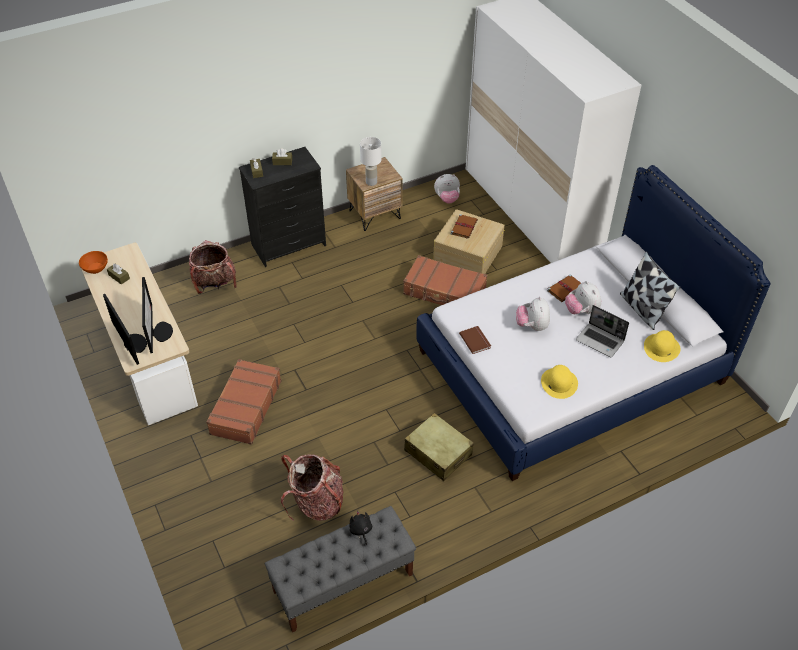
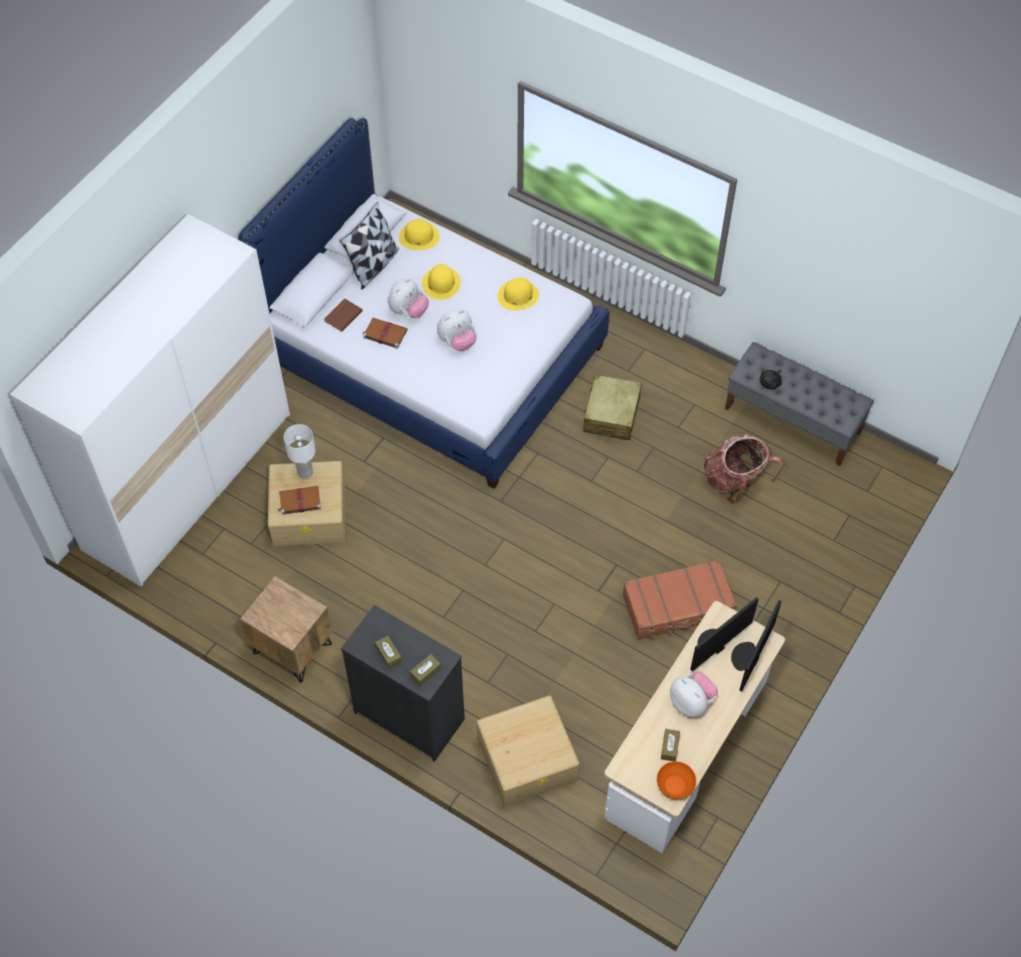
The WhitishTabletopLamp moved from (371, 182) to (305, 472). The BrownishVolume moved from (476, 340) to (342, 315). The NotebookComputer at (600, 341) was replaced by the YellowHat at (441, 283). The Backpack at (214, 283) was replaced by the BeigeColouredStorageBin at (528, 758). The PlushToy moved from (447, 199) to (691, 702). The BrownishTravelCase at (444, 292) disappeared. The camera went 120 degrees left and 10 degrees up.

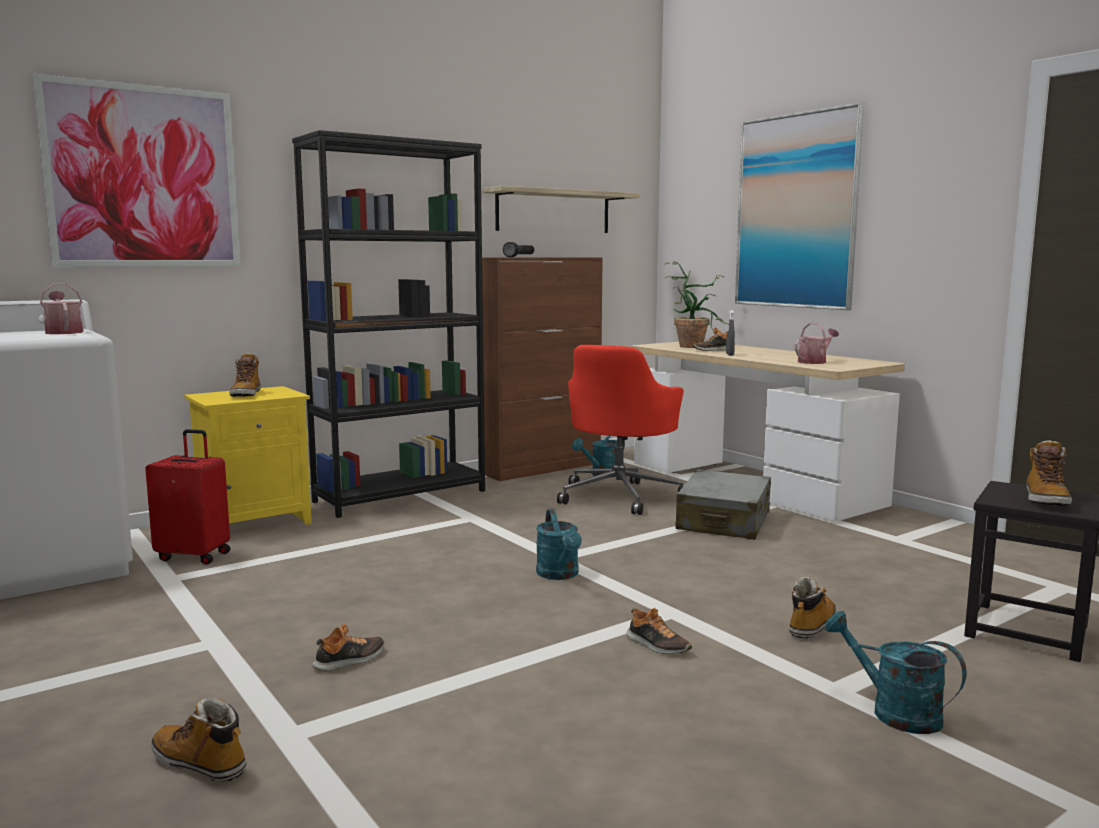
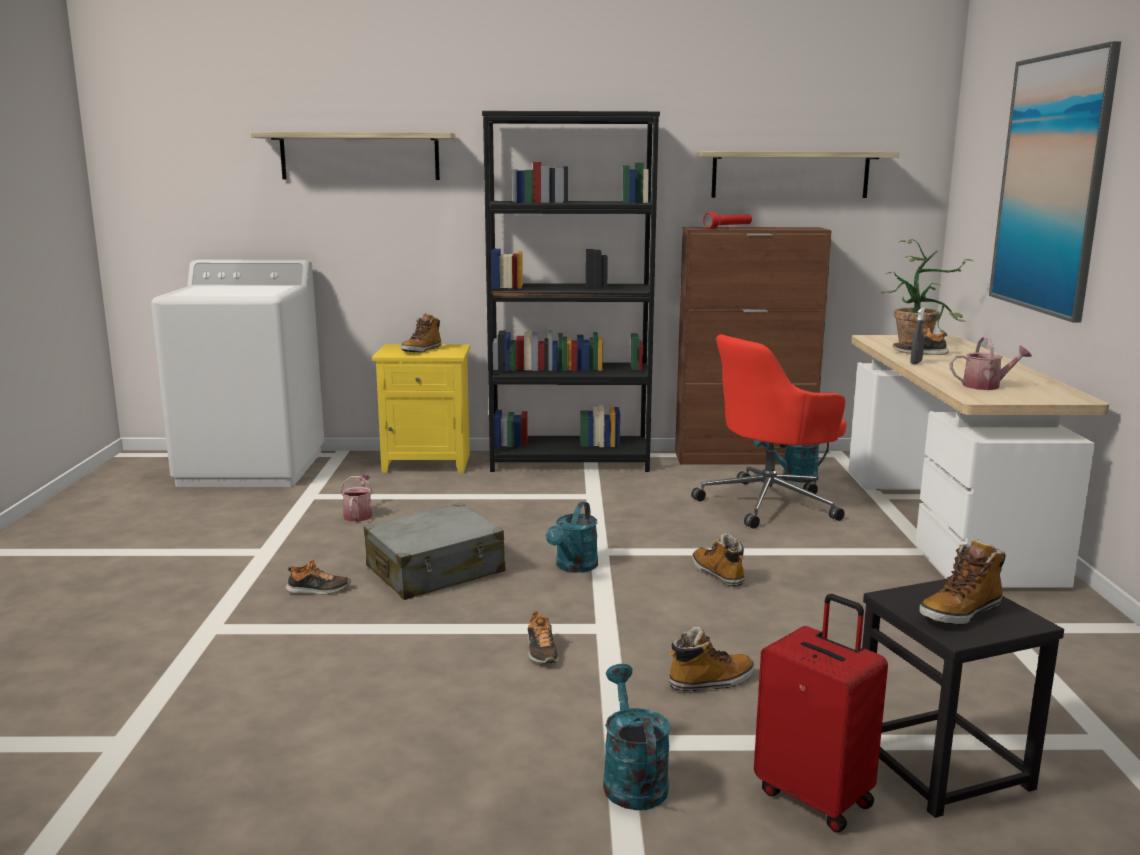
The WallArt at (143, 177) was replaced by the BracketShelf at (360, 156). The WateringCan moved from (63, 332) to (359, 514). The GreyTravelCase moved from (724, 521) to (436, 570). The HighTopBoot moved from (200, 764) to (718, 574). The BlackishTorch at (520, 257) became the ReddishTorch at (728, 228). The ReddishTravelCase moved from (195, 556) to (815, 796). The camera went 35 degrees right and 5 degrees up.

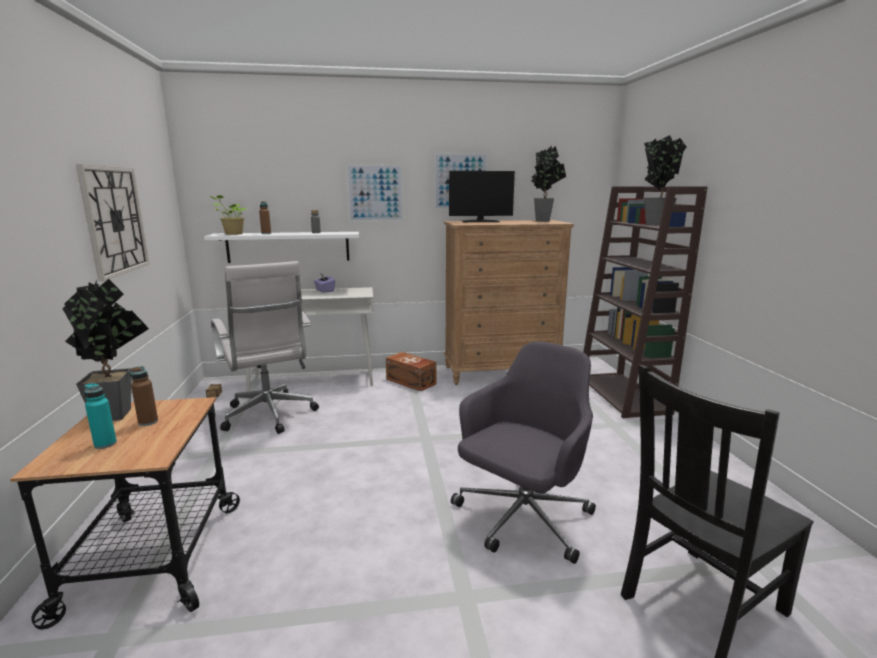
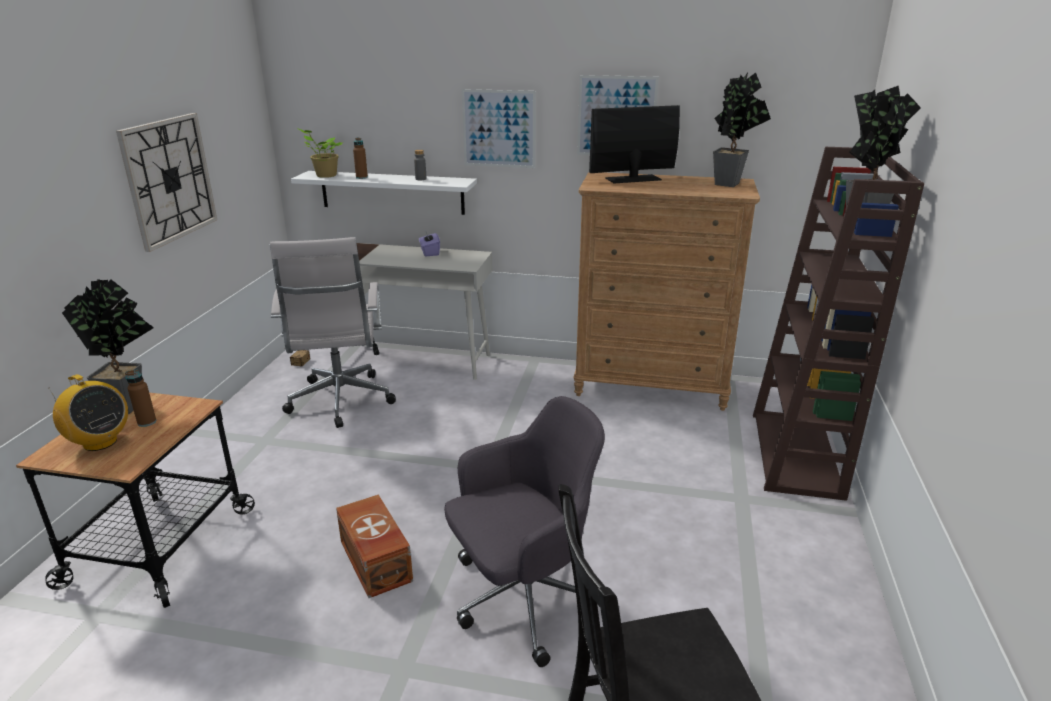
The TurquoiseColouredBeverageBottle at (105, 444) was replaced by the RadioReceiver at (99, 442). The BrownishStorageBin moved from (411, 382) to (375, 562). The ComputerDisplay at (480, 221) turned 150 degrees clockwise. The camera went 20 degrees right and 10 degrees up.

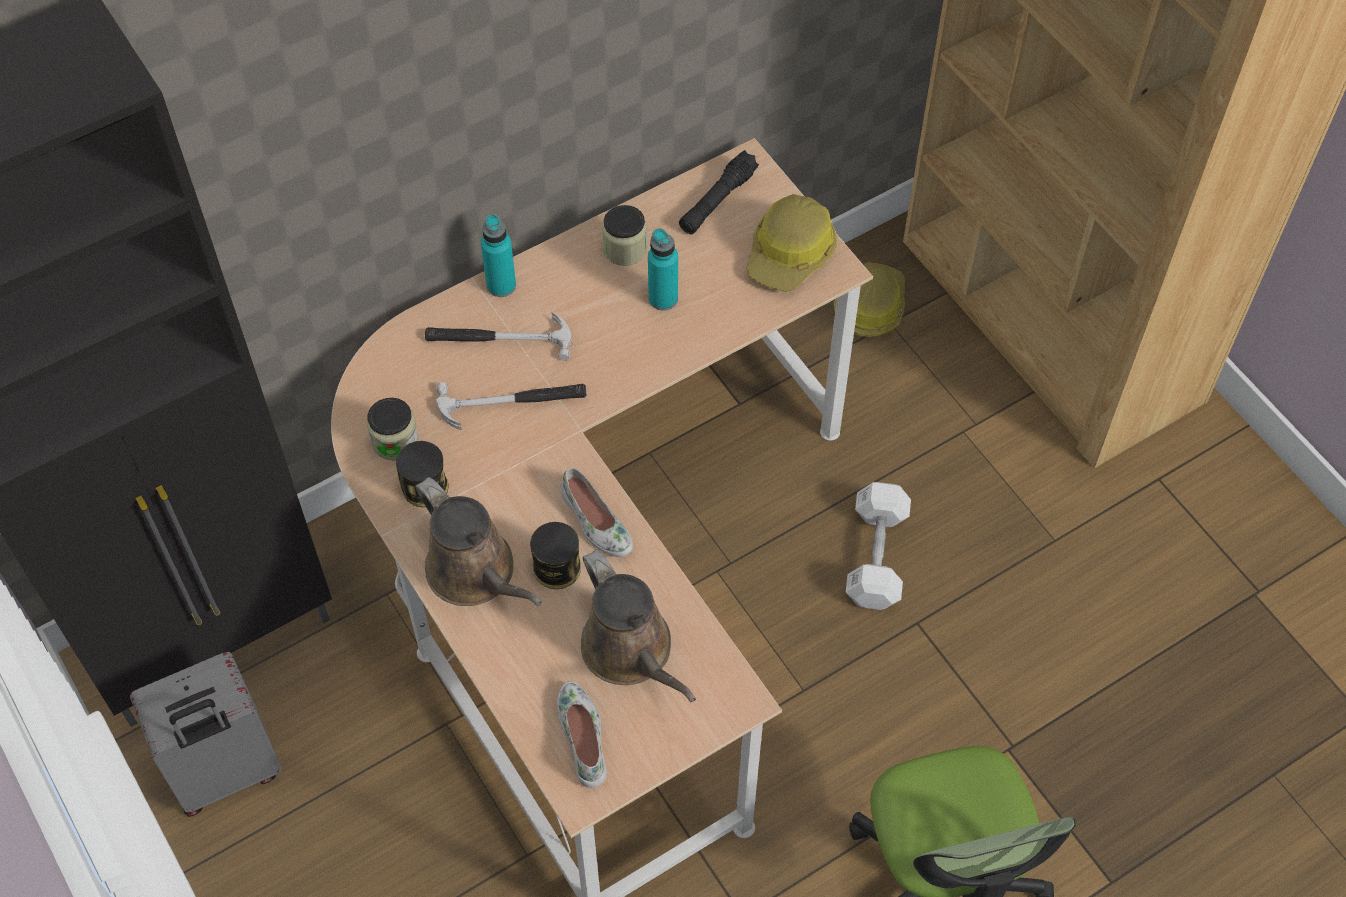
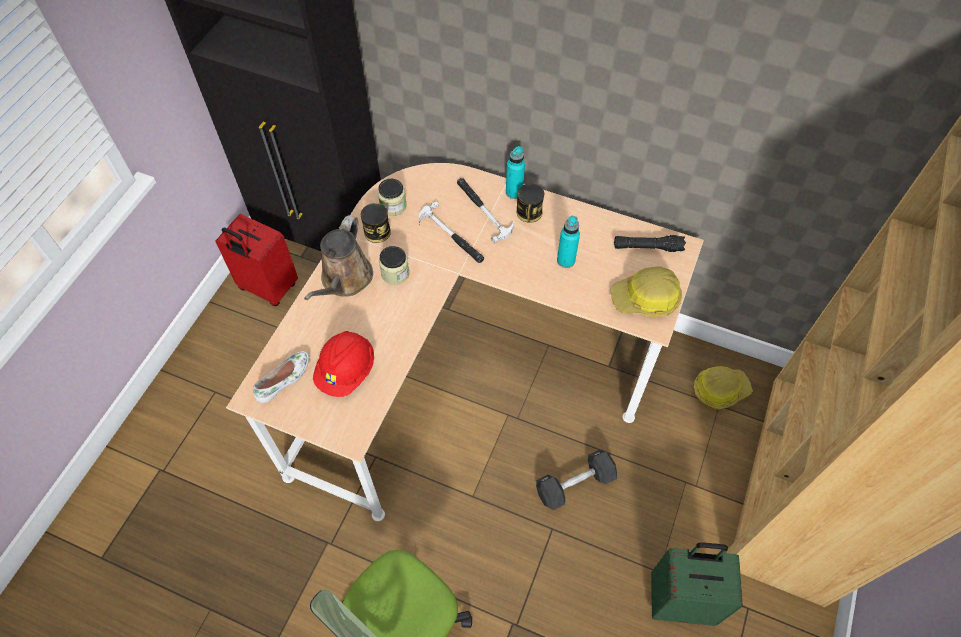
The GreyTravelCase at (226, 773) became the ReddishTravelCase at (267, 288). The BrownishWateringCan at (631, 652) was replaced by the ReddishHardHat at (346, 371). The PreserveJar moved from (625, 249) to (395, 273). The MetalCan moved from (557, 568) to (529, 212). The WhitishFreeWeight at (876, 556) became the BlackishFreeWeight at (575, 484). The GreenTravelCase at (681, 599) appeared. The WhitishLowShoe at (595, 522) disappeared. The camera went 55 degrees right and 0 degrees up.

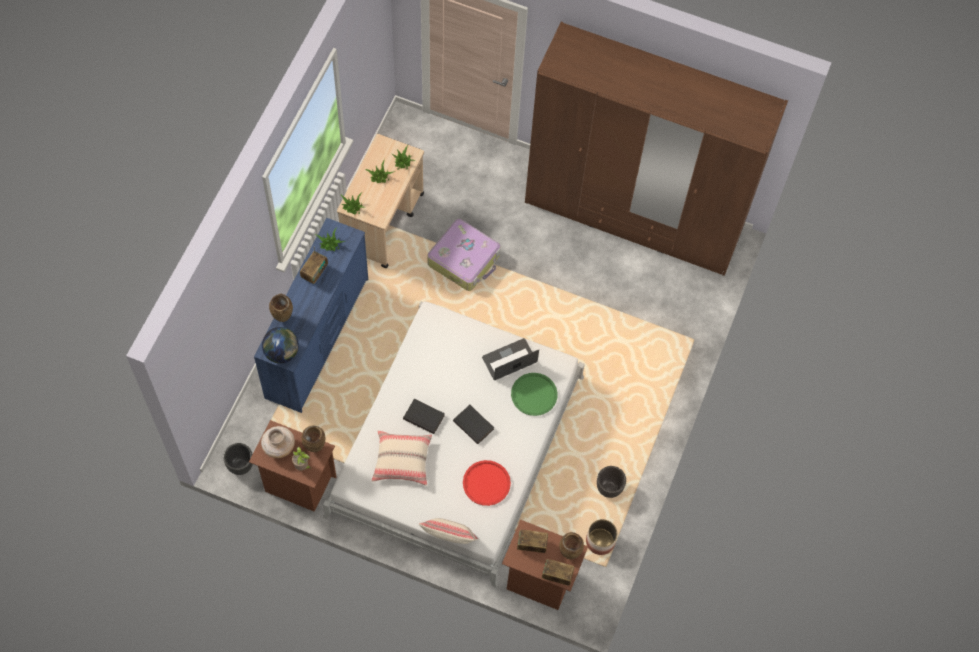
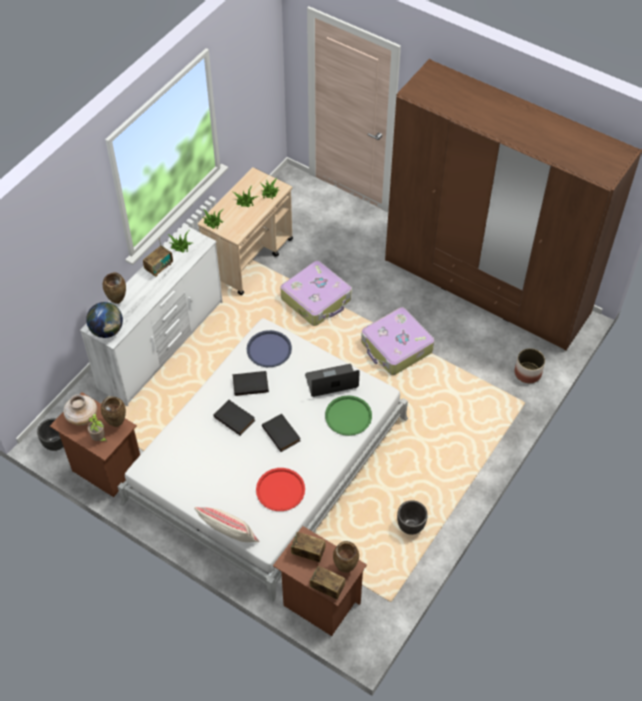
The BlueDresser at (318, 338) became the WhitishDresser at (162, 344). The BlackishVolume at (250, 384) appeared. The BlueServingTray at (269, 349) appeared. The TravelCase at (396, 347) appeared. The Planter moved from (600, 541) to (528, 373). The BeigeColouredThrowPillow at (402, 461) disappeared. The camera went 15 degrees right and 10 degrees down.

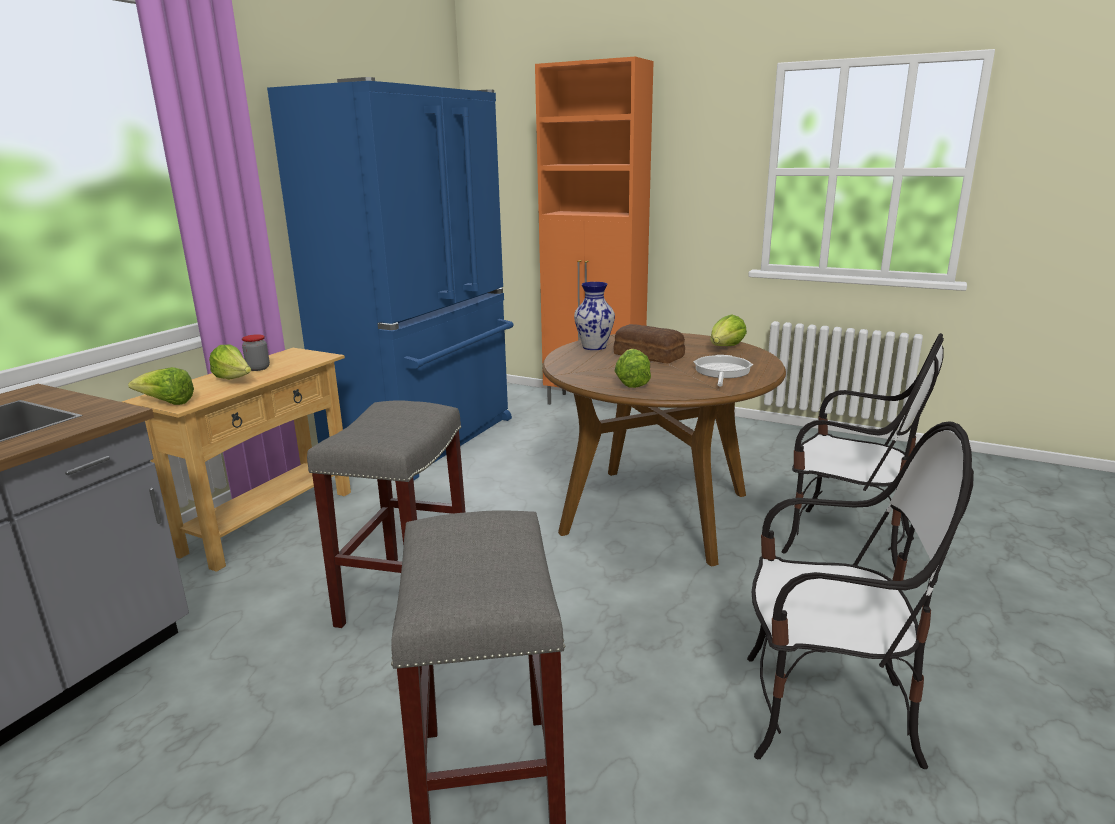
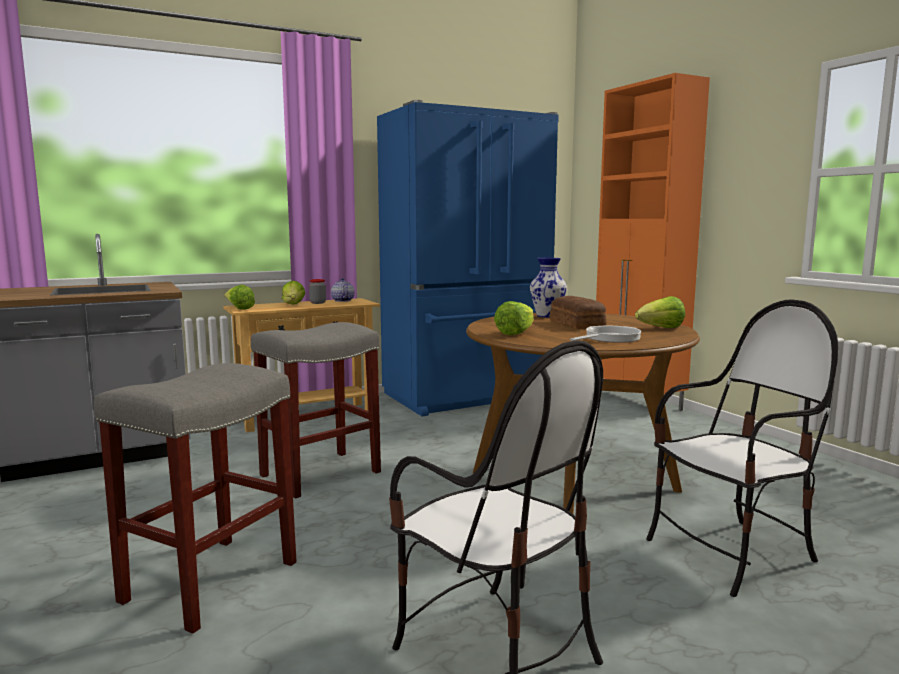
The TeaPot at (342, 301) appeared. The UprightChair at (845, 543) turned 90 degrees counterclockwise. The camera went 35 degrees right and 10 degrees down.

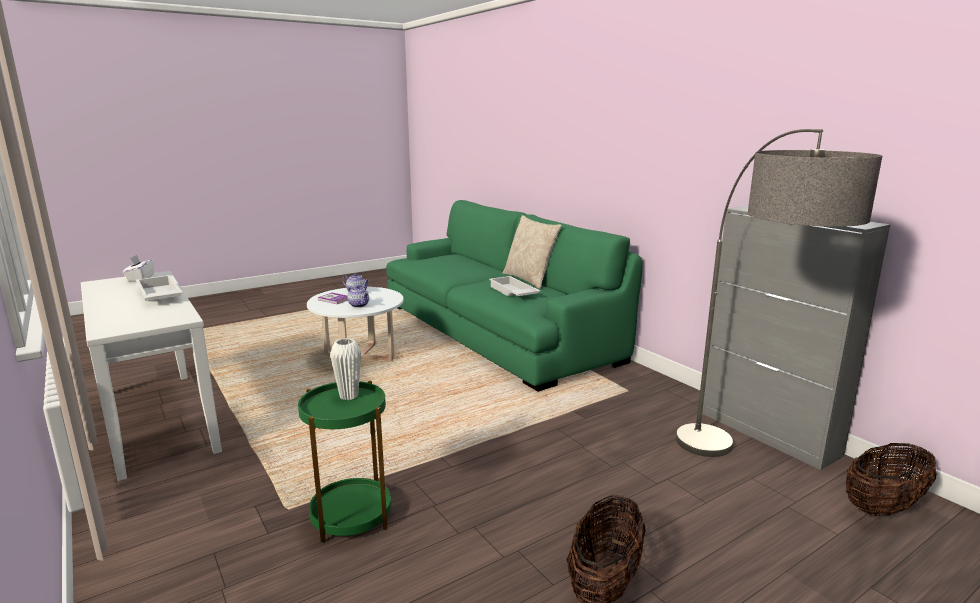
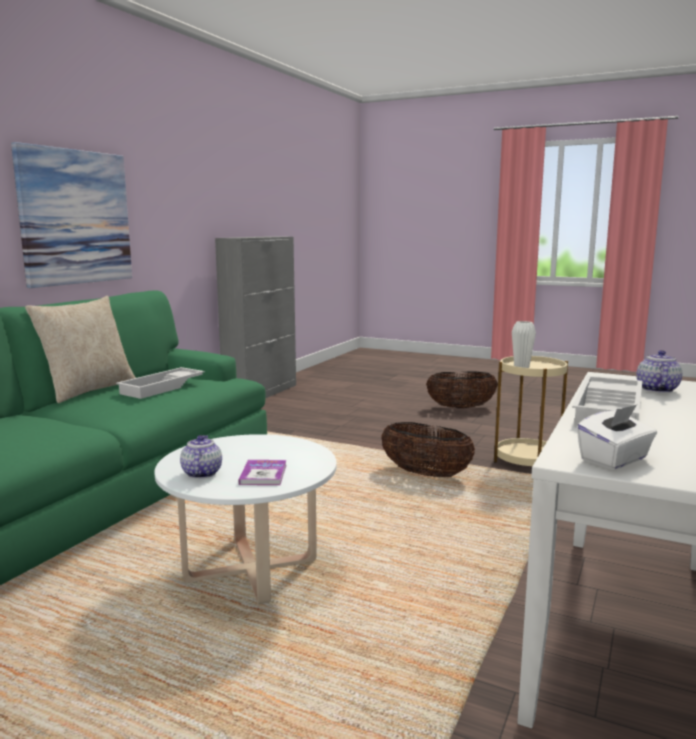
The WallArt at (75, 217) appeared. The StorageBasket moved from (883, 506) to (425, 474). The GreenSideTable at (351, 516) became the BeigeColouredSideTable at (527, 461). The TeaPot moved from (359, 305) to (656, 389). The FloorLamp at (740, 480) disappeared. The camera went 120 degrees left and 5 degrees down.

